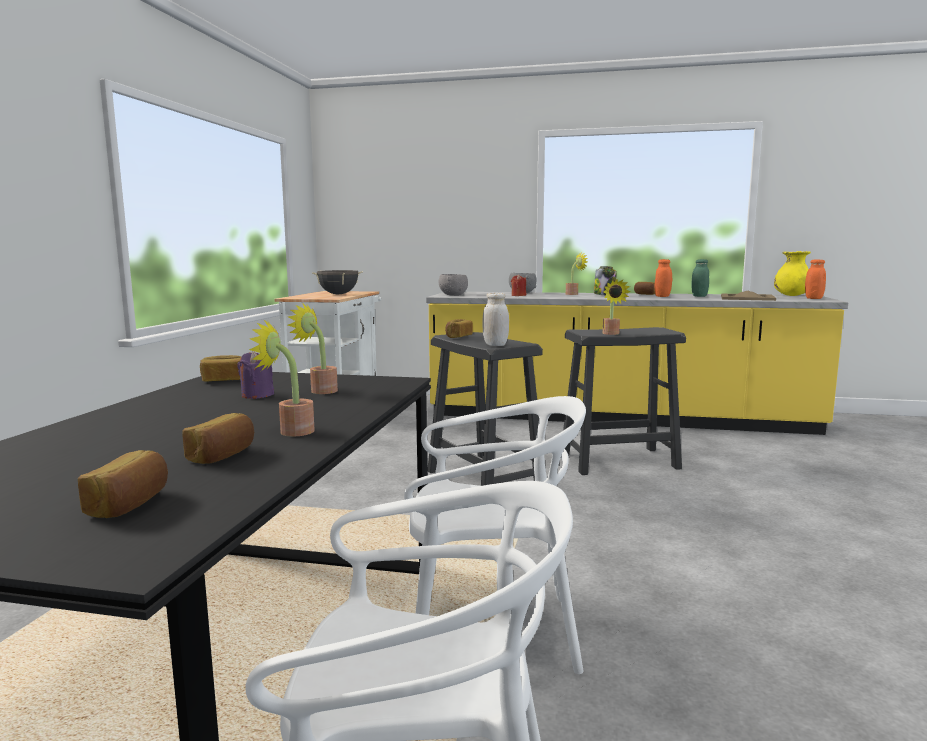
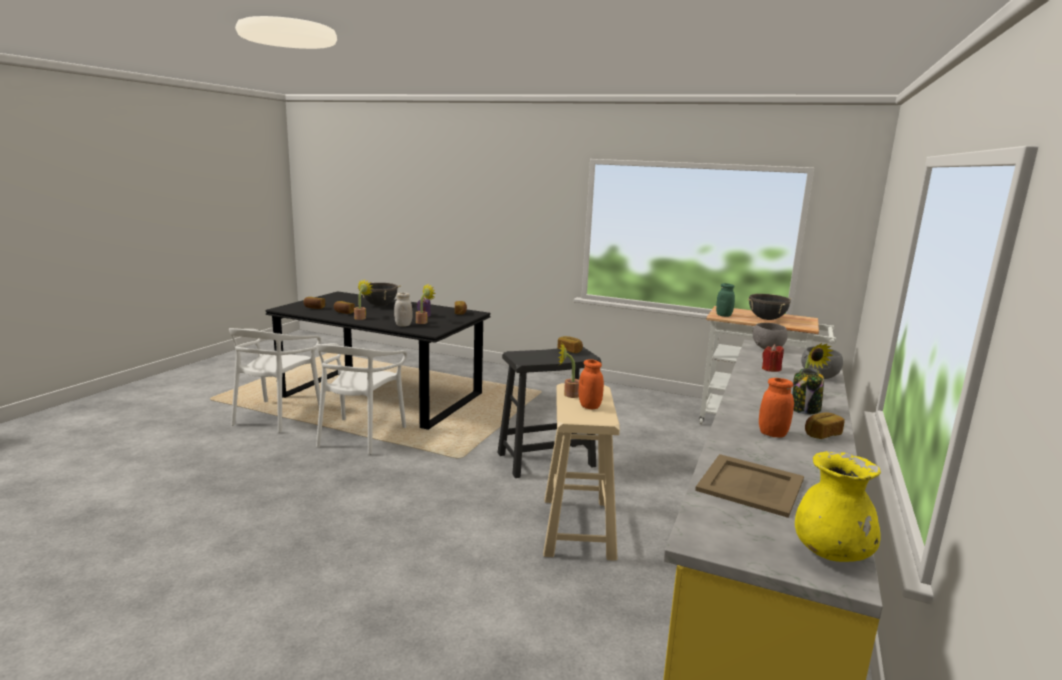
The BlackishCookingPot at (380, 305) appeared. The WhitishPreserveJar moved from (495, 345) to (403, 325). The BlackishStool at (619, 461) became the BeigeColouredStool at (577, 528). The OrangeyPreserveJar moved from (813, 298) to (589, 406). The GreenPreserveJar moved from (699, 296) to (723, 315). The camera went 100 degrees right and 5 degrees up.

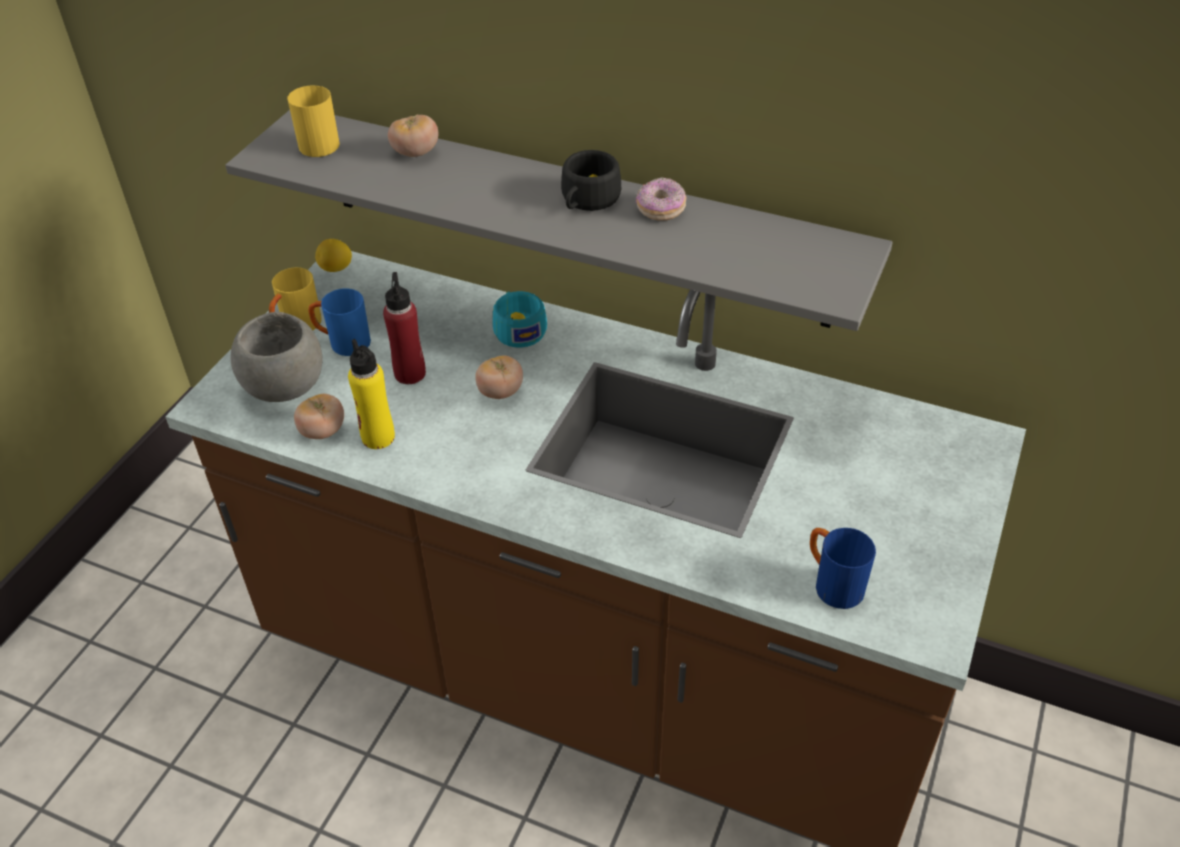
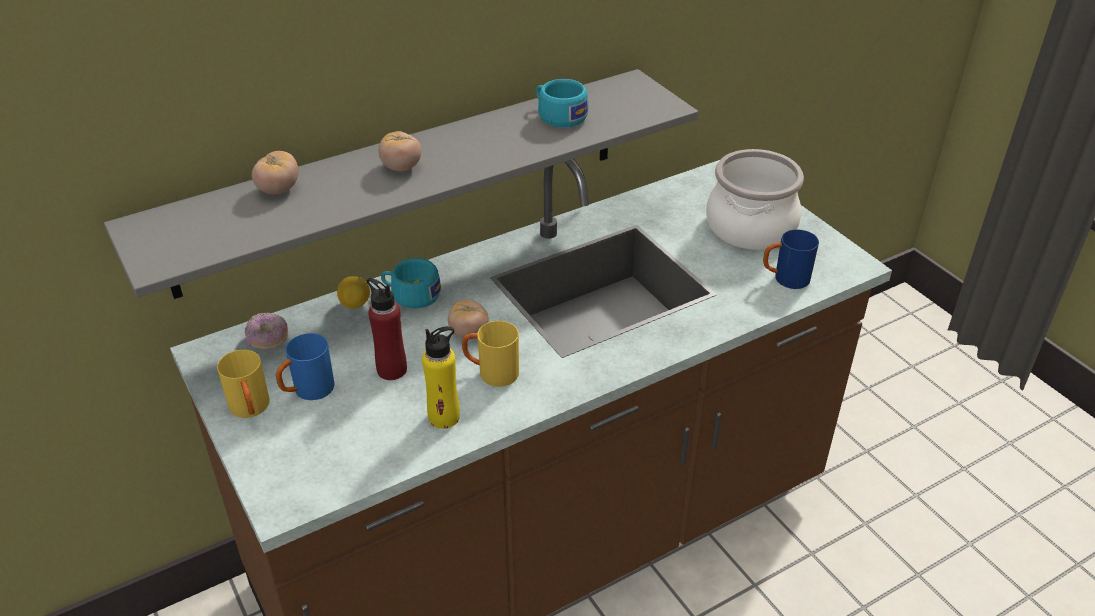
The RingDoughnut moved from (660, 209) to (268, 338). The CitrusFruit moved from (336, 269) to (355, 304). The FreshTomato moved from (323, 431) to (401, 167). The YellowCoffeeMug moved from (316, 143) to (491, 373). The TurquoiseColouredDrinkingCup at (558, 115) appeared. The CookingPot at (751, 227) appeared. The GreyBowl at (283, 387) disappeared. The BlackishDrinkingCup at (587, 201) disappeared. The camera went 55 degrees left and 5 degrees down.

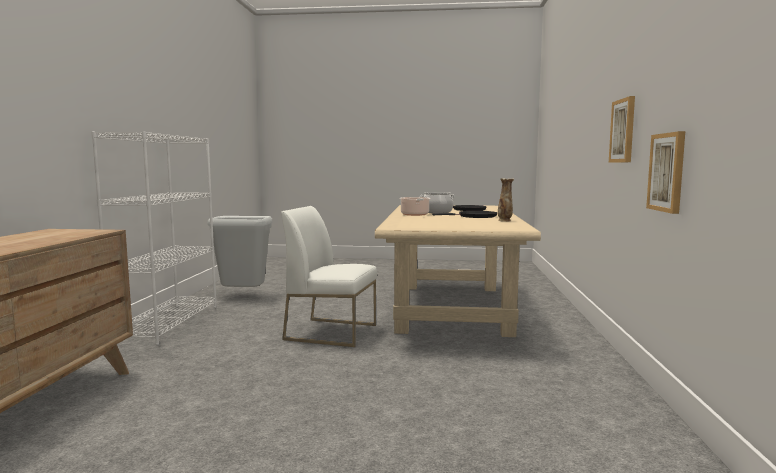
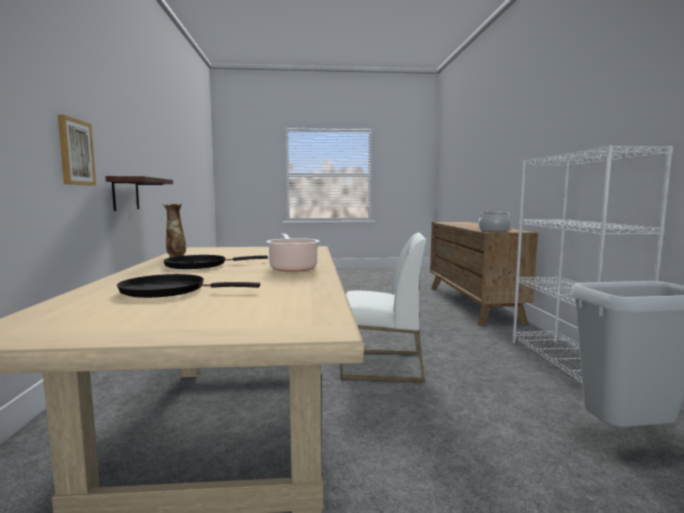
The WallArt at (667, 172) was replaced by the BracketShelf at (125, 194). The CookingPot moved from (437, 212) to (494, 231). The camera went 170 degrees right and 0 degrees up.

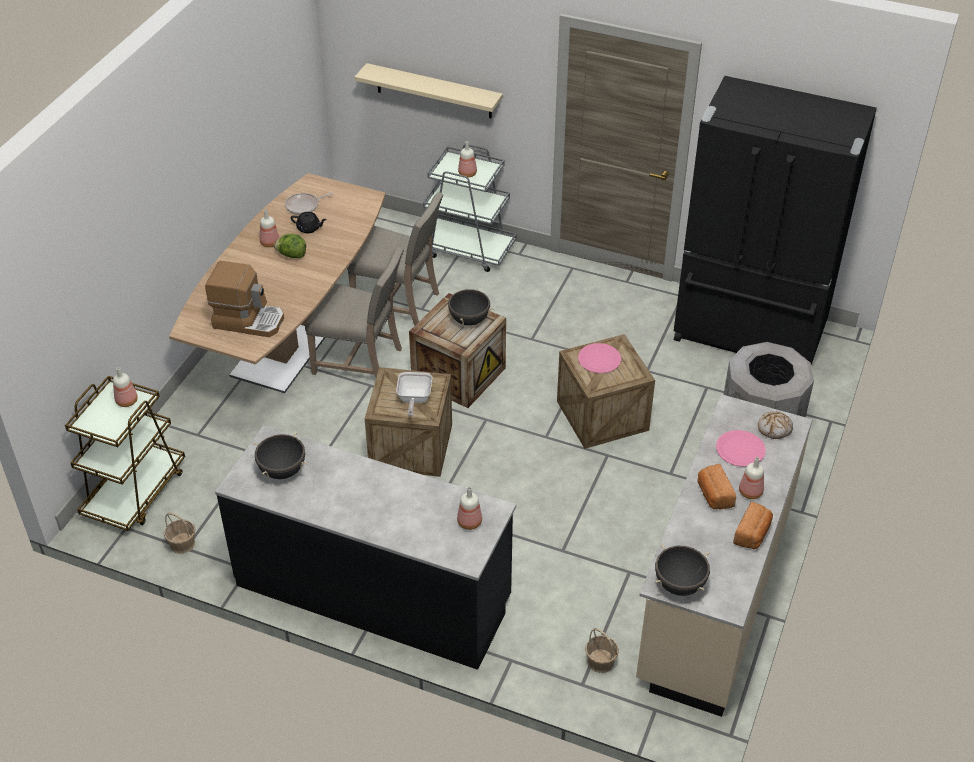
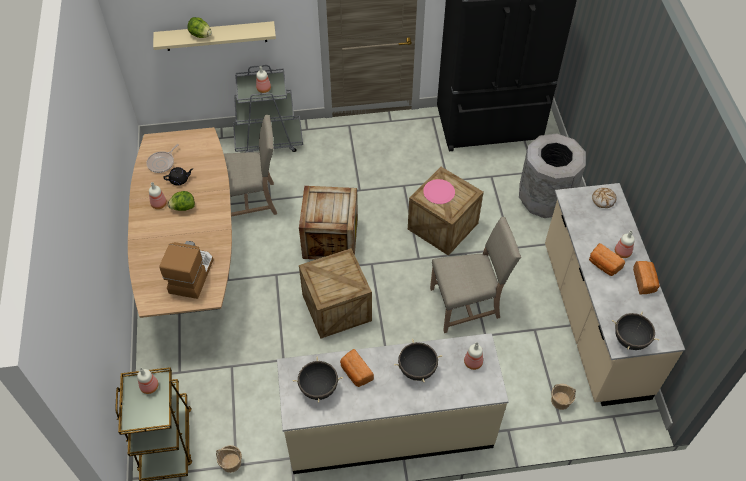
The CoffeeMachine at (248, 320) turned 60 degrees counterclockwise. The LettuceHead at (200, 35) appeared. The BlackishKitchenCounter at (373, 592) became the BeigeColouredKitchenCounter at (389, 428). The BakeryBread at (355, 373) appeared. The BlackishCookingPot moved from (469, 320) to (417, 369). The BeigeColouredUprightChair moved from (360, 360) to (467, 304). The Skillet at (414, 399) disappeared. The PinkColouredFlatDish at (740, 449) disappeared. The camera went 30 degrees left and 10 degrees up.

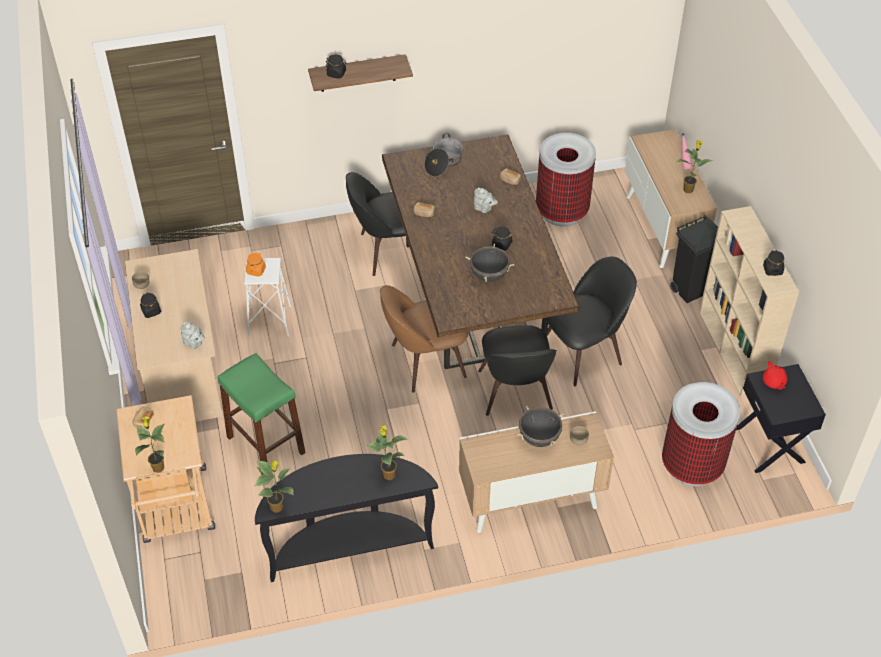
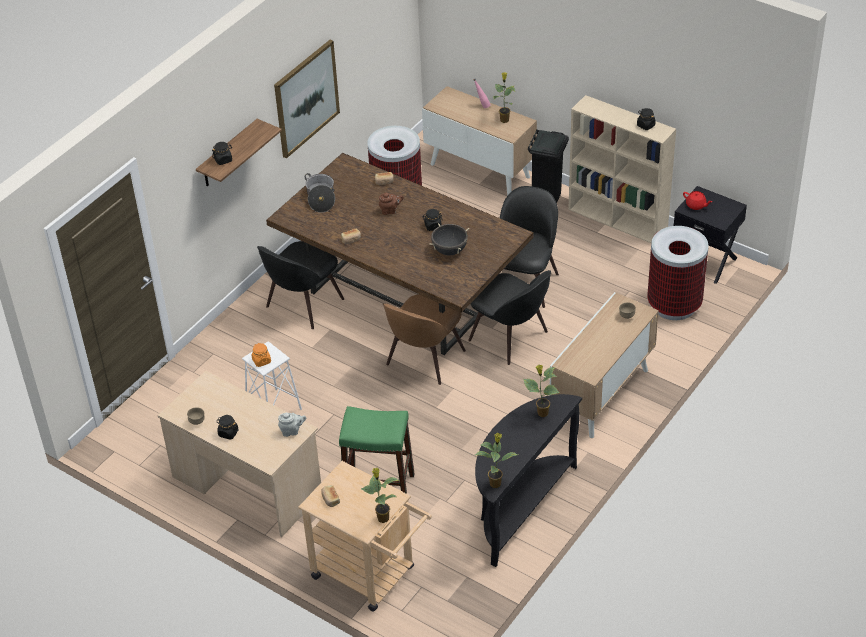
The WallArt at (306, 98) appeared. The GreyTeaPot at (484, 209) became the BrownishTeaPot at (390, 211). The BlackishCookingPot at (539, 438) disappeared. The camera went 40 degrees left and 5 degrees down.

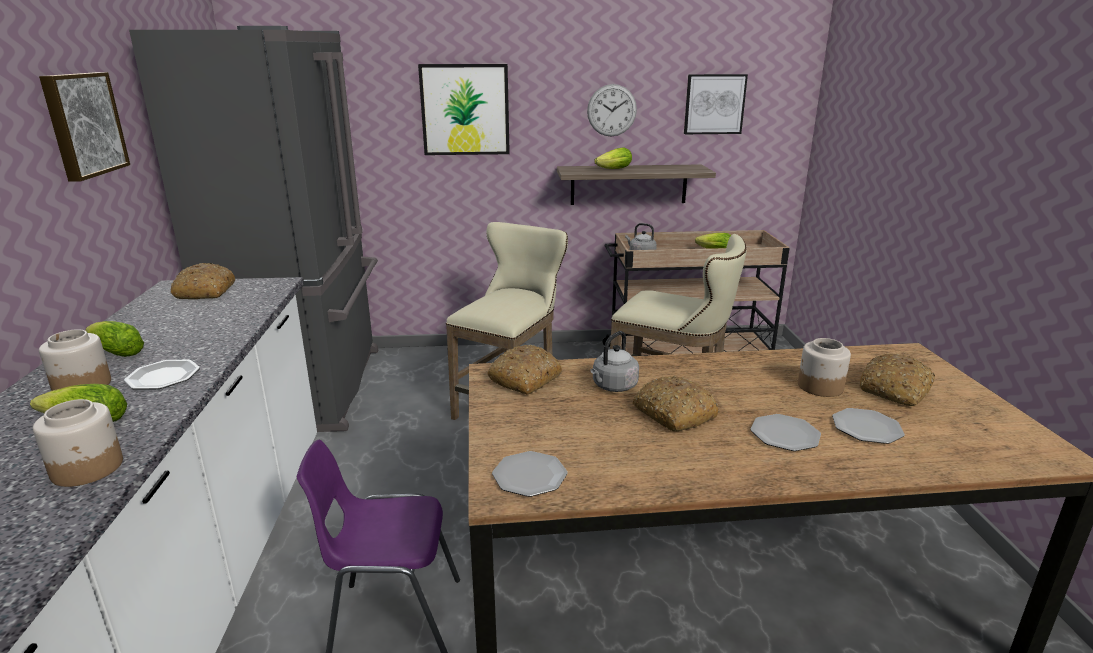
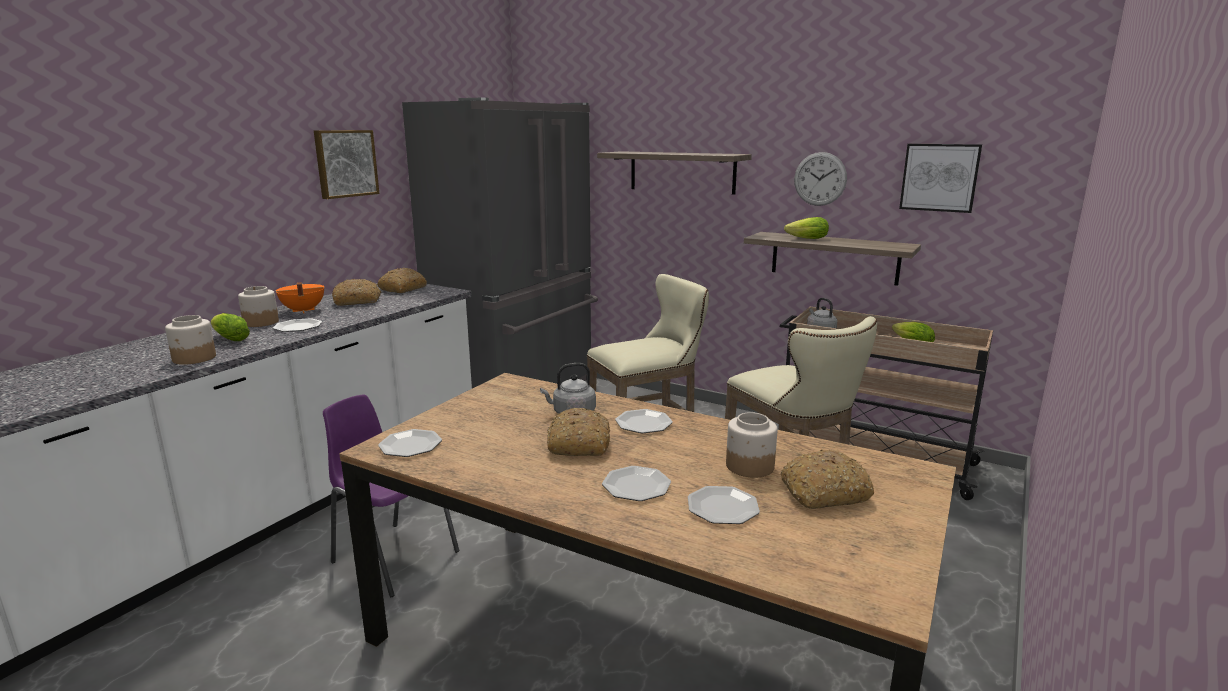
The LettuceHead at (115, 353) was replaced by the OrangeyCookingPot at (302, 311). The BakeryBread moved from (525, 379) to (357, 301). The WallArt at (465, 110) was replaced by the BracketShelf at (682, 172). The FlatDish at (644, 423) appeared. The camera went 35 degrees right and 5 degrees down.

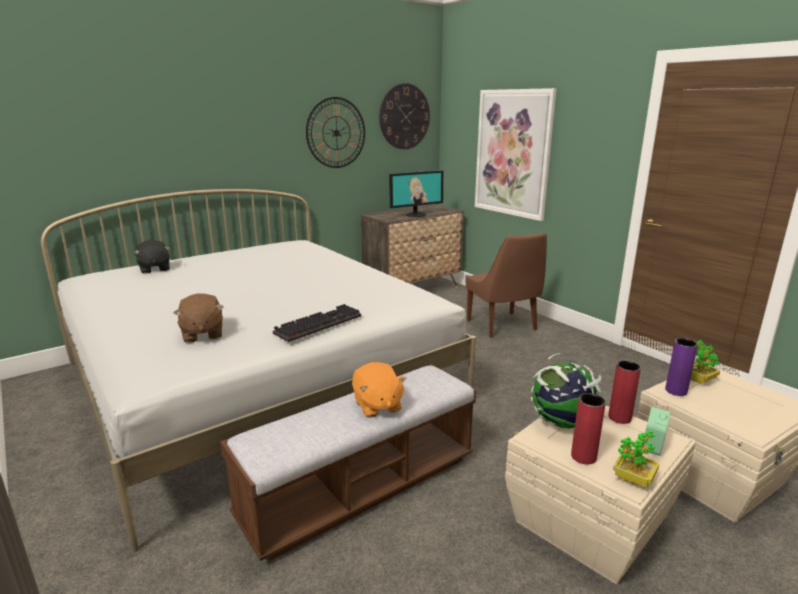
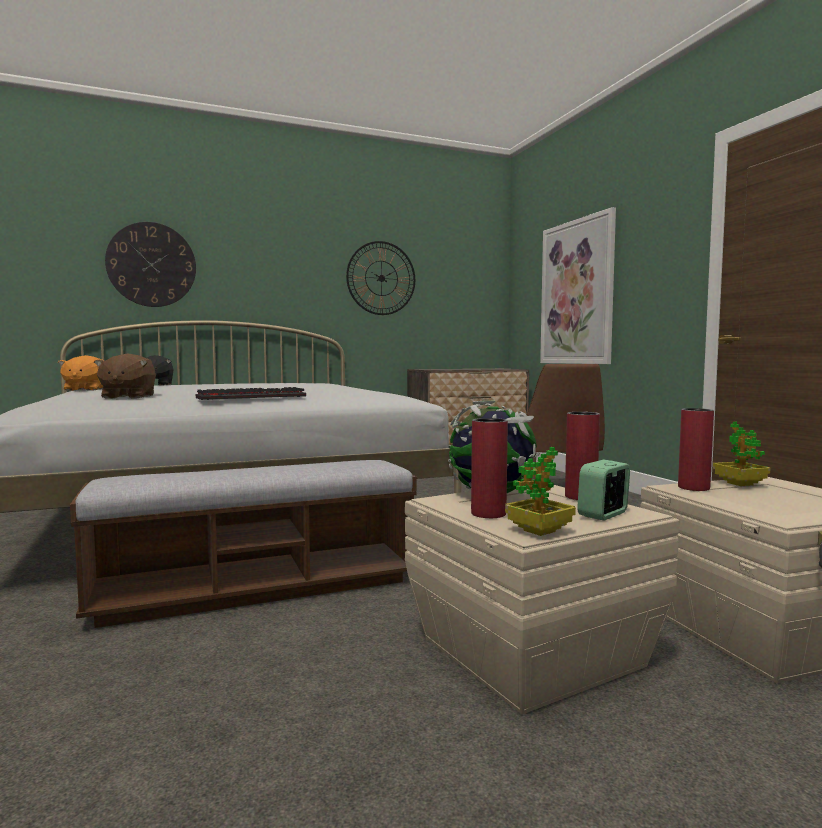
The OrangeyPlushToy moved from (377, 405) to (85, 389). The HangingClock moved from (404, 116) to (151, 265). The PurplishDecorativeVase at (676, 391) became the ReddishDecorativeVase at (693, 488). The ComputerDisplay at (416, 215) disappeared. The camera went 15 degrees right and 15 degrees down.

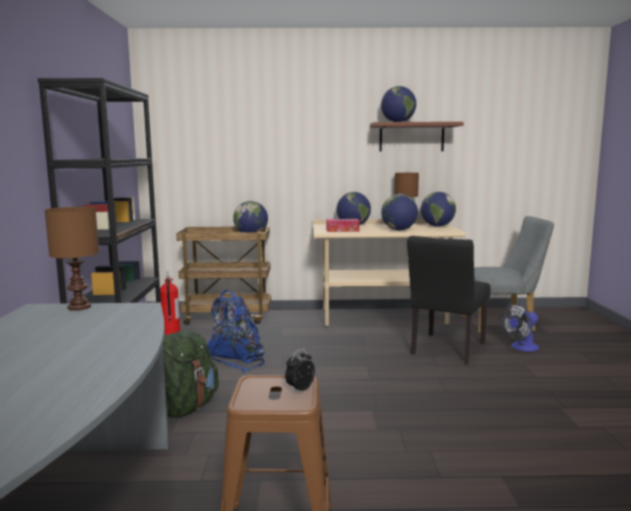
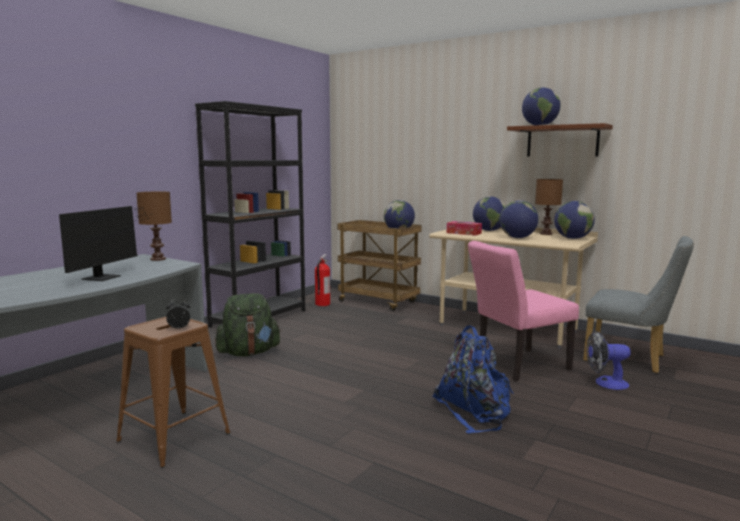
The ComputerDisplay at (106, 276) appeared. The BlueBackpack moved from (236, 357) to (474, 410). The BlackishUprightChair at (445, 350) became the PinkColouredUprightChair at (516, 366). The camera went 35 degrees right and 0 degrees up.

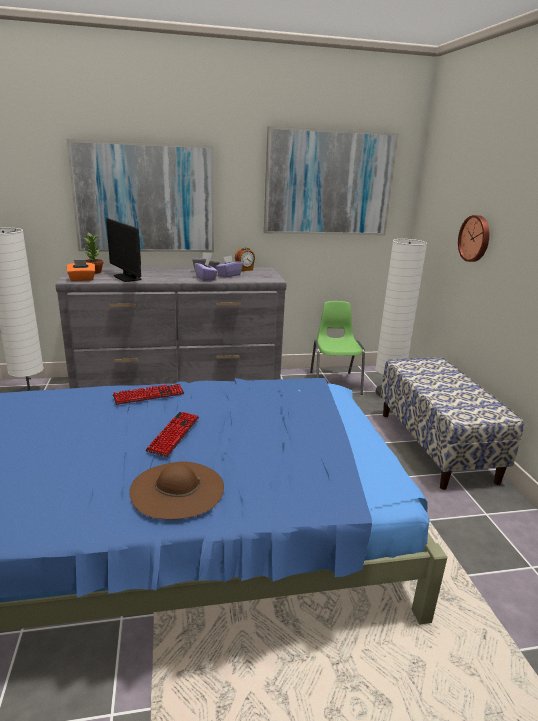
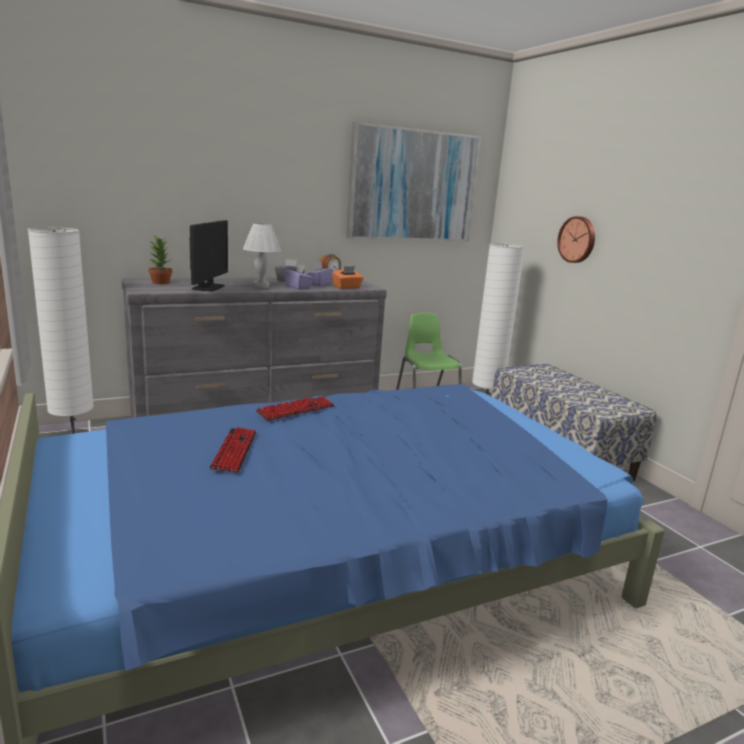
The ComputerDisplay at (127, 277) turned 120 degrees counterclockwise. The Keyboard moved from (174, 434) to (234, 451). The WhitishTabletopLamp at (261, 286) appeared. The OrangeyBoxOfTissues moved from (82, 279) to (347, 287). The WallArt at (145, 198) disappeared. The BrownishHat at (177, 489) disappeared. The camera went 15 degrees left and 5 degrees down.

